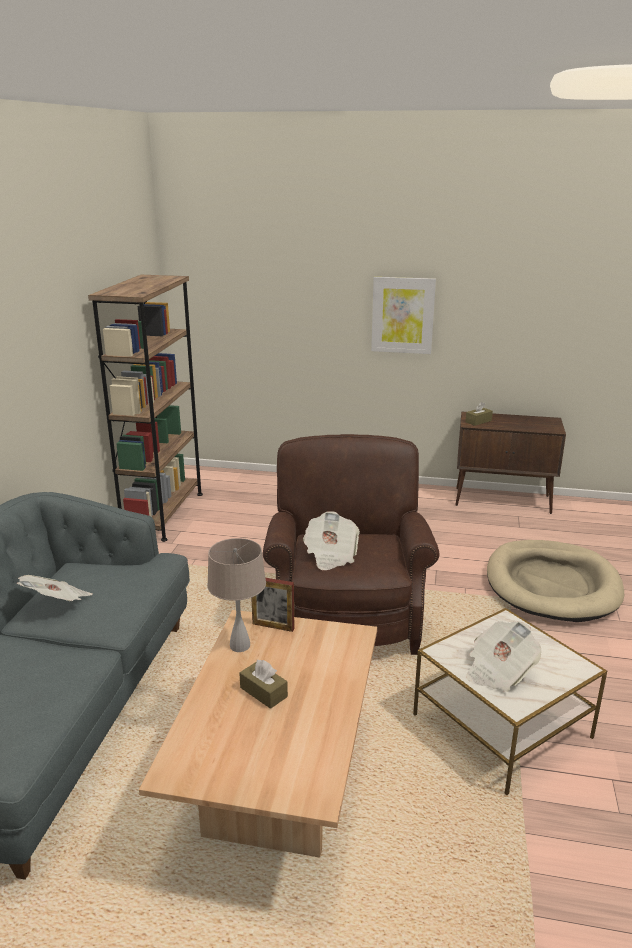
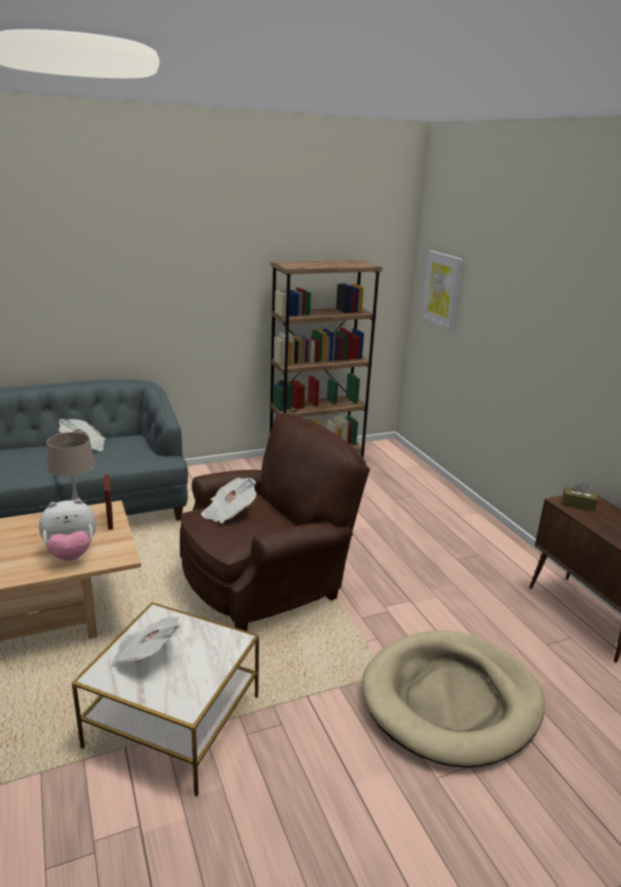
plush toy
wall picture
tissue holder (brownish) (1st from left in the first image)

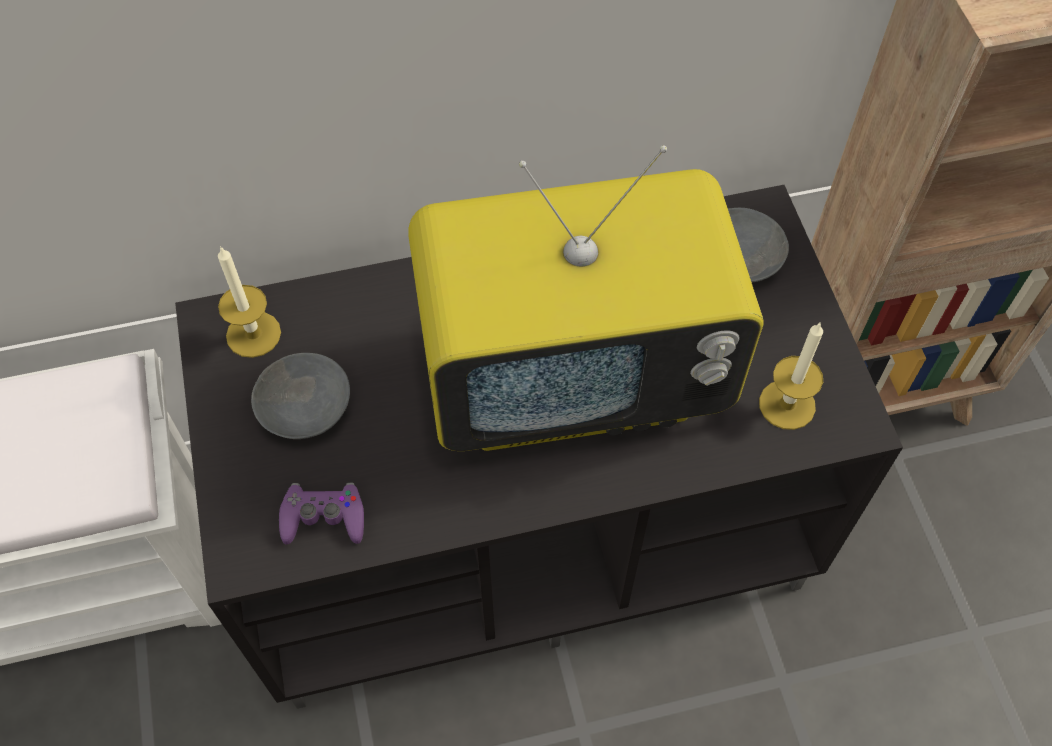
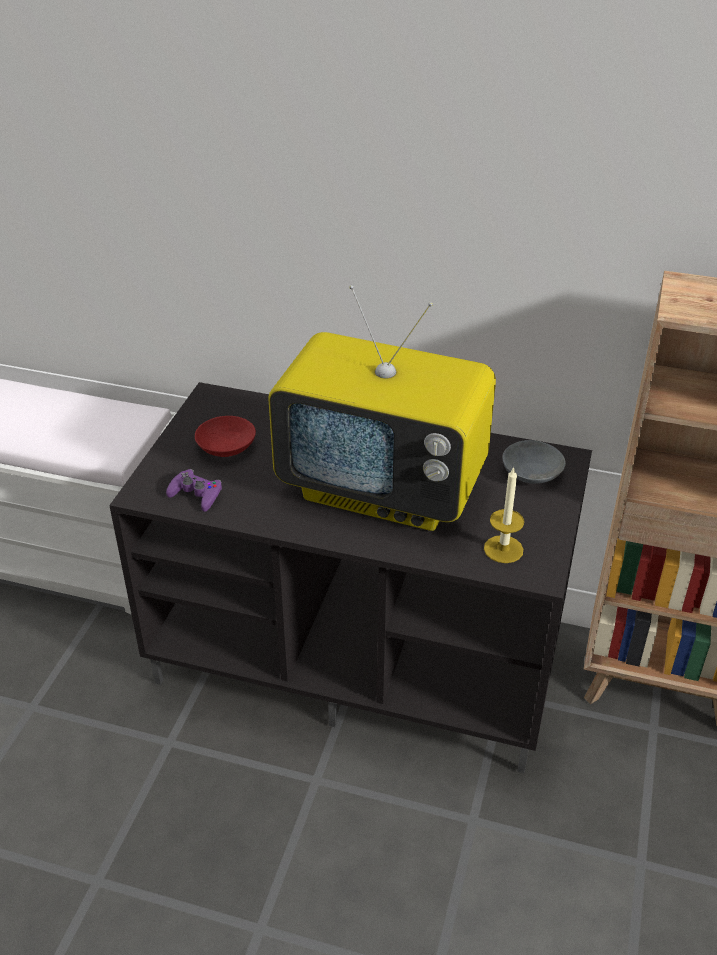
deep dish (reddish)
candle (1st from left in the first image)

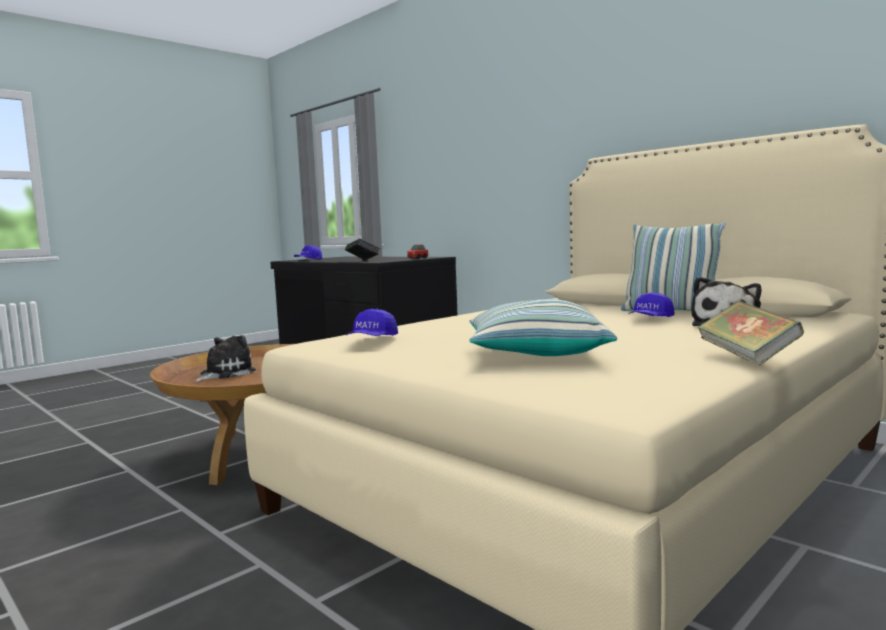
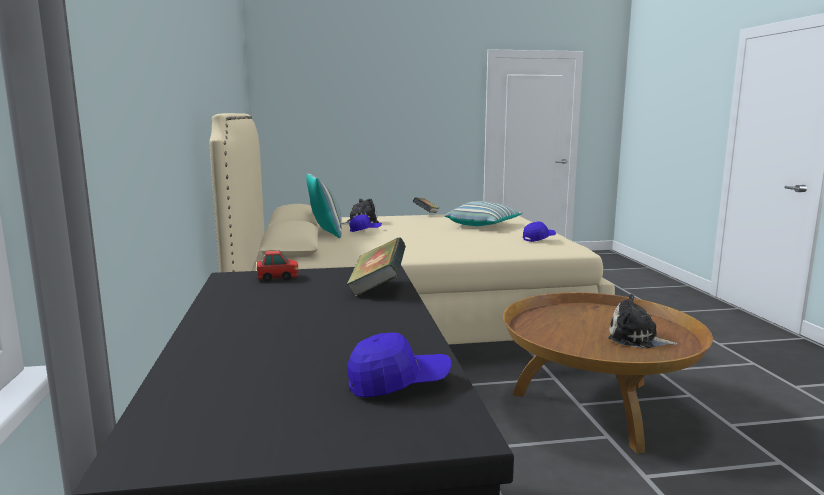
plush toy (2nd from left)

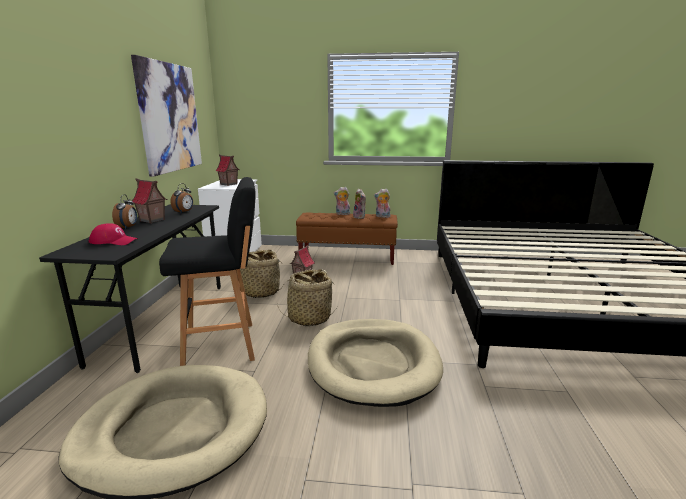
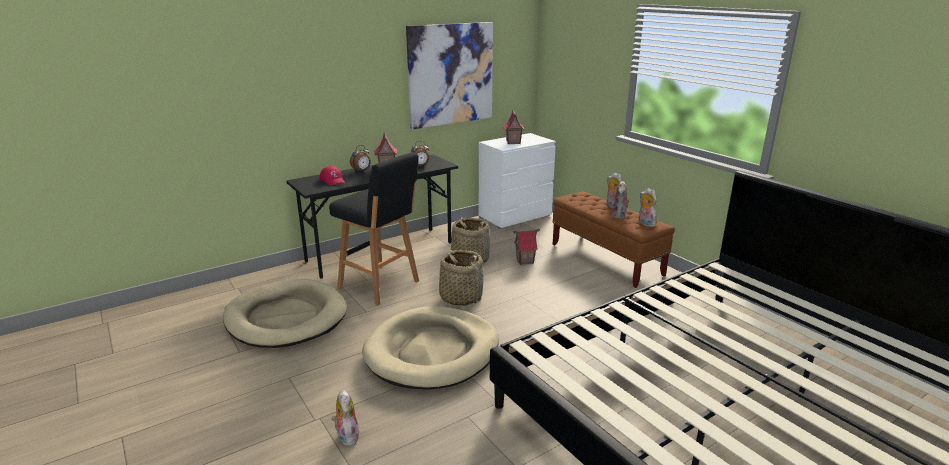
plush toy (1st from left)

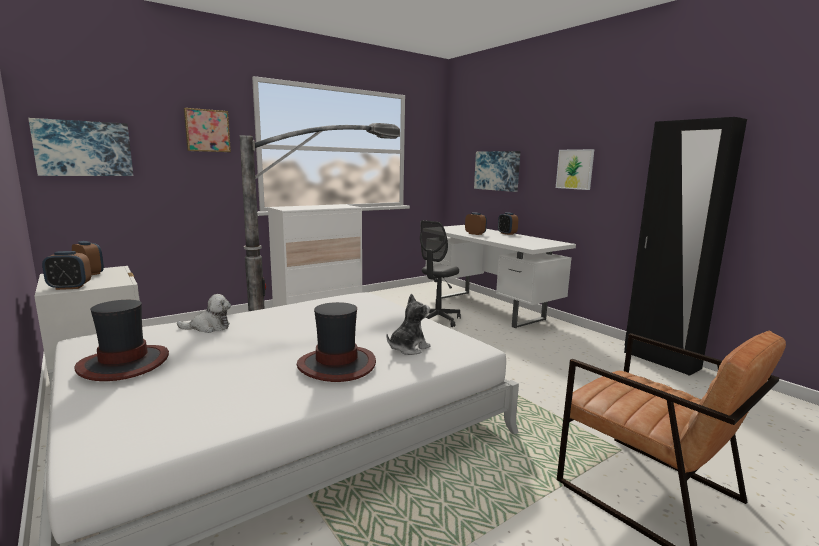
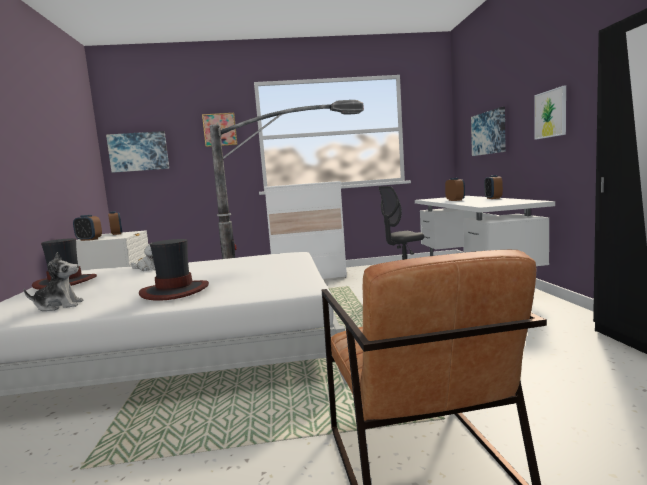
plush toy (1st from left)

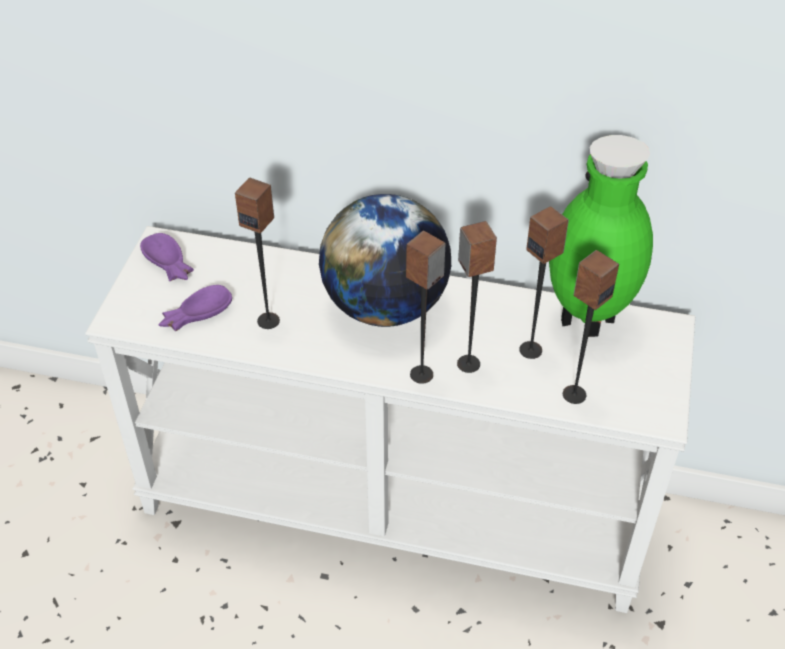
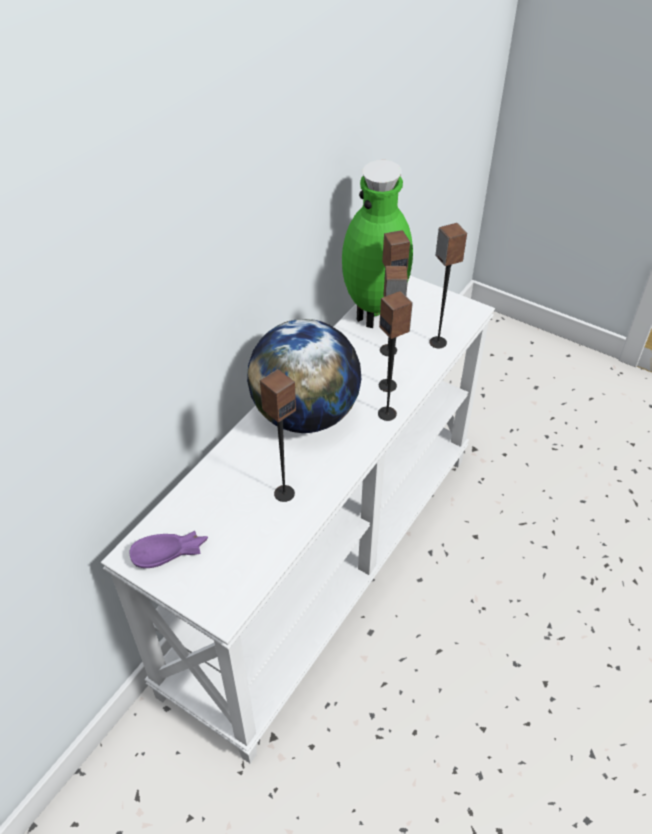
deep dish (purplish) (2nd from left in the first image)

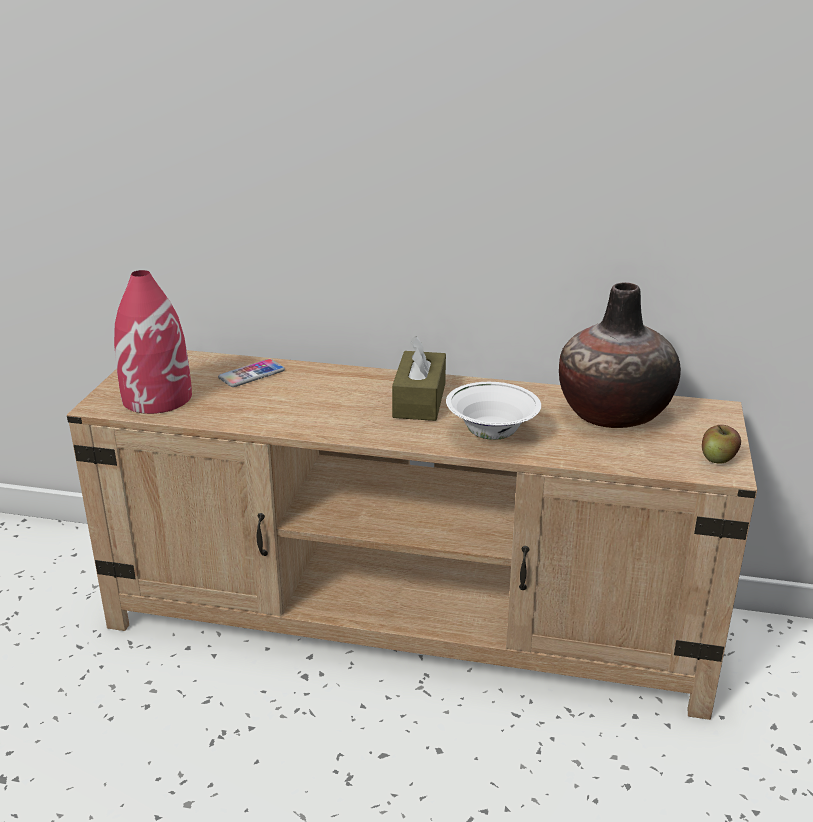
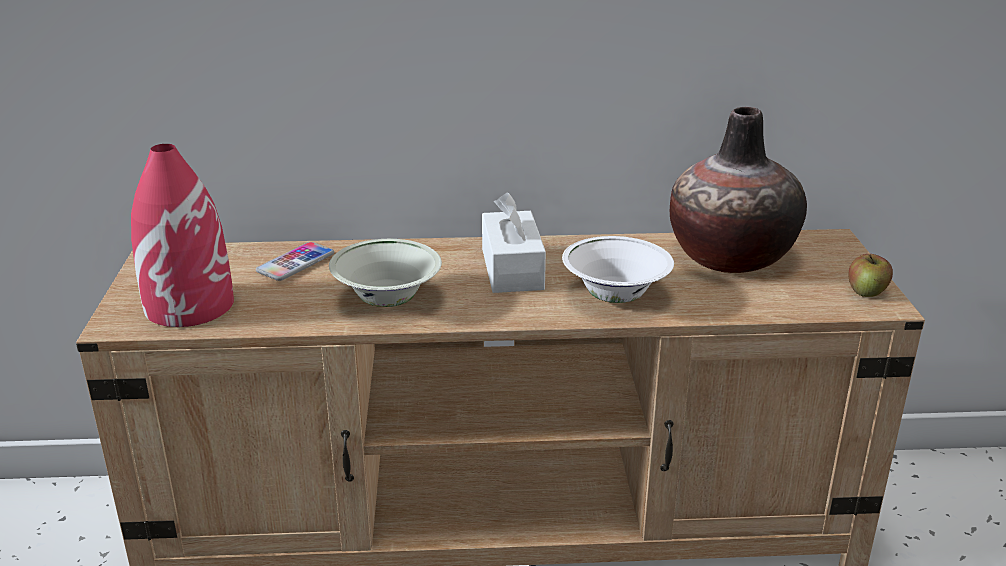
deep dish (white-coloured) (1st from left)
tissue holder (white-coloured)

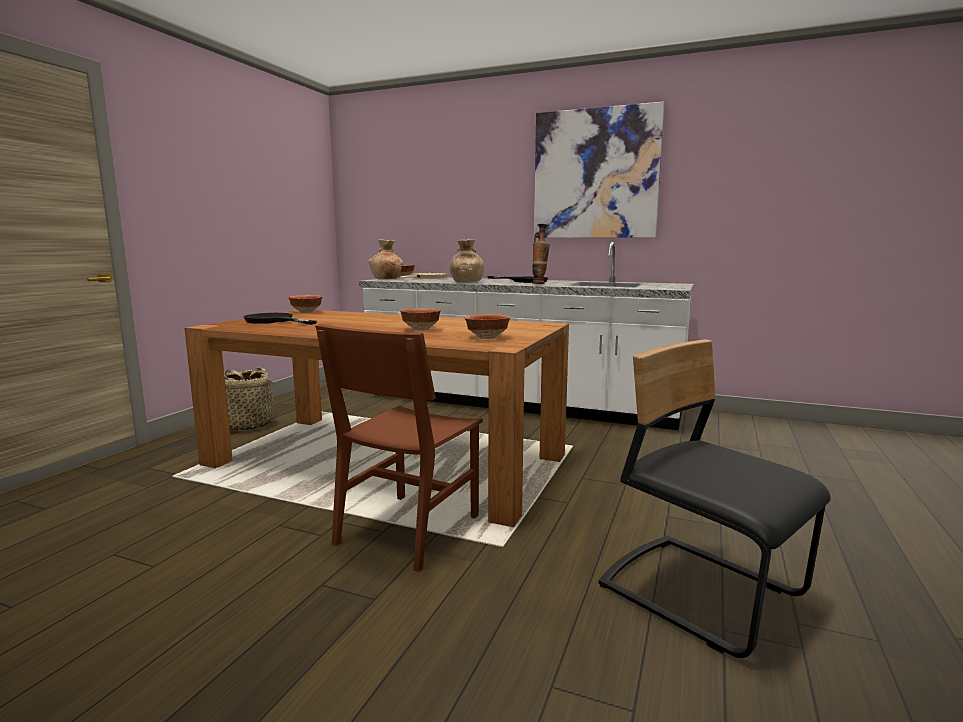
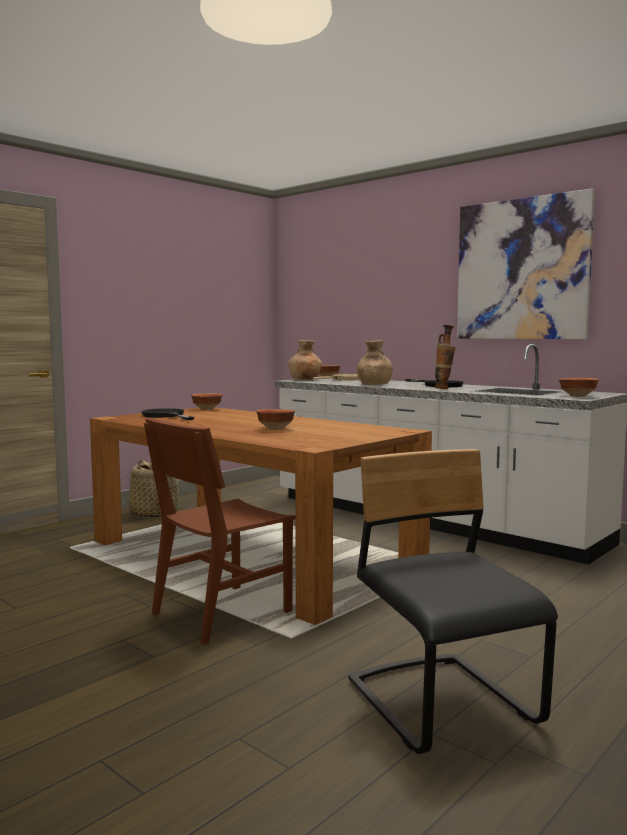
deep dish (4th from left)

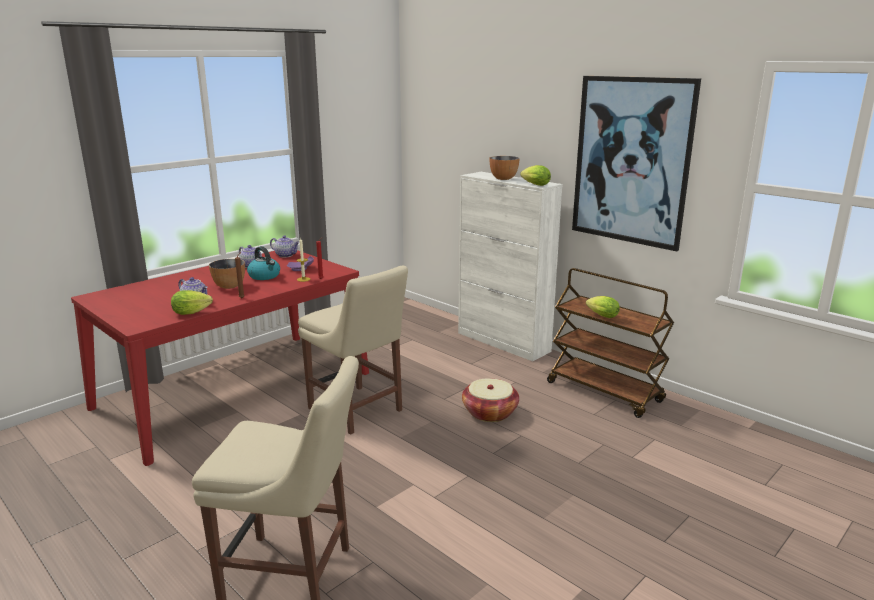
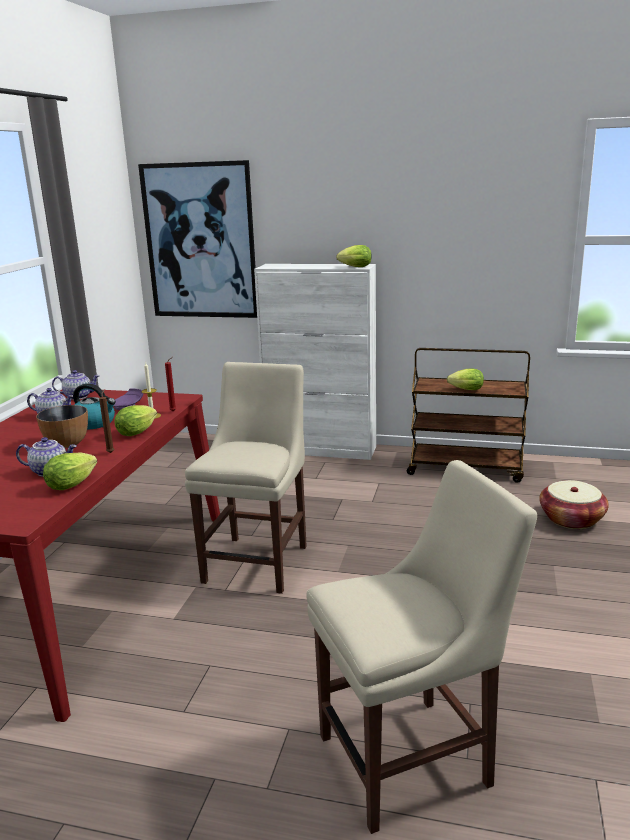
head of lettuce (2nd from left)
wall picture
chair (beige) (1st from left)
household basket
deep dish (2nd from left in the first image)

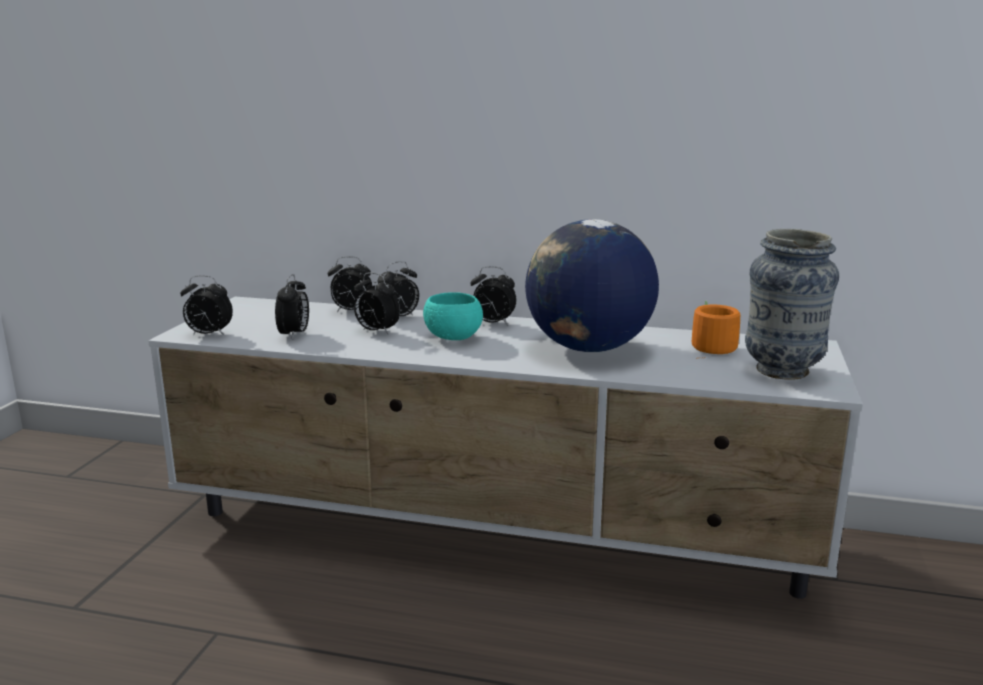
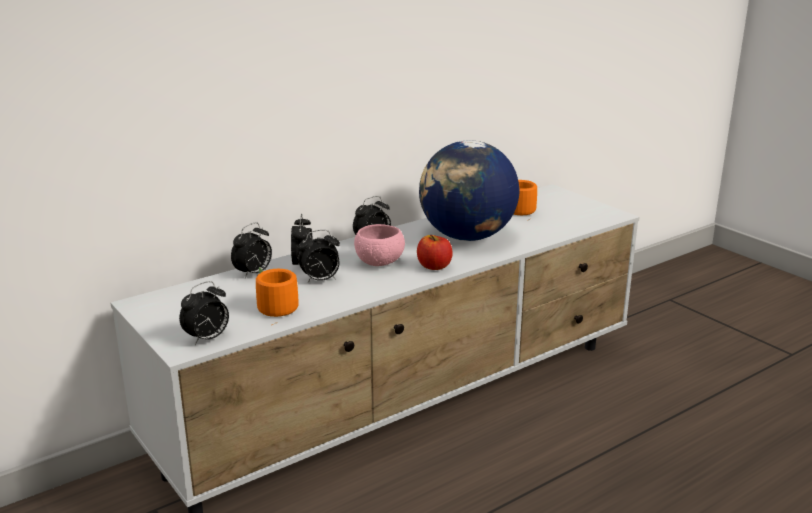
coffee mug (orange-coloured) (1st from left)
deep dish (pinkish)
apple fruit
vase

